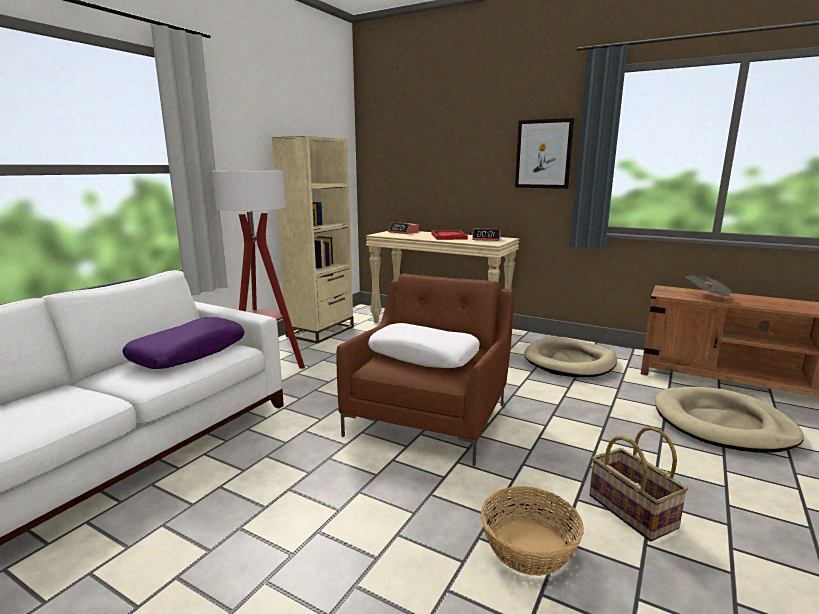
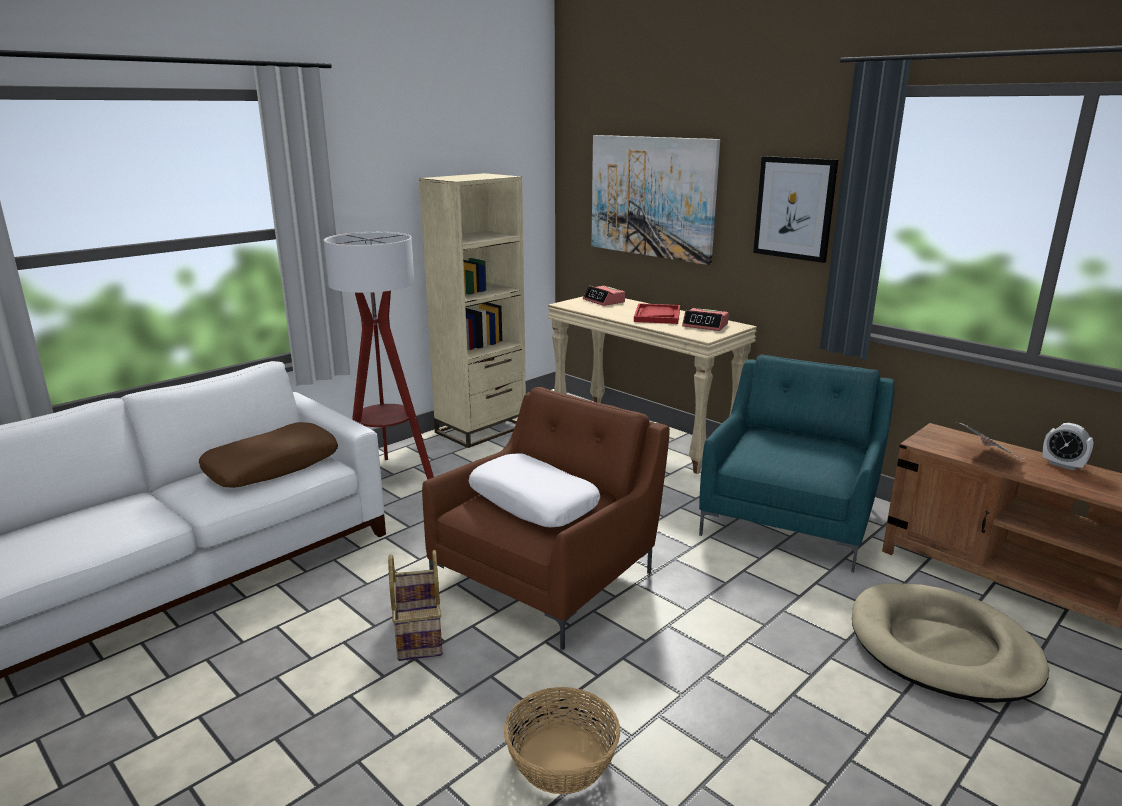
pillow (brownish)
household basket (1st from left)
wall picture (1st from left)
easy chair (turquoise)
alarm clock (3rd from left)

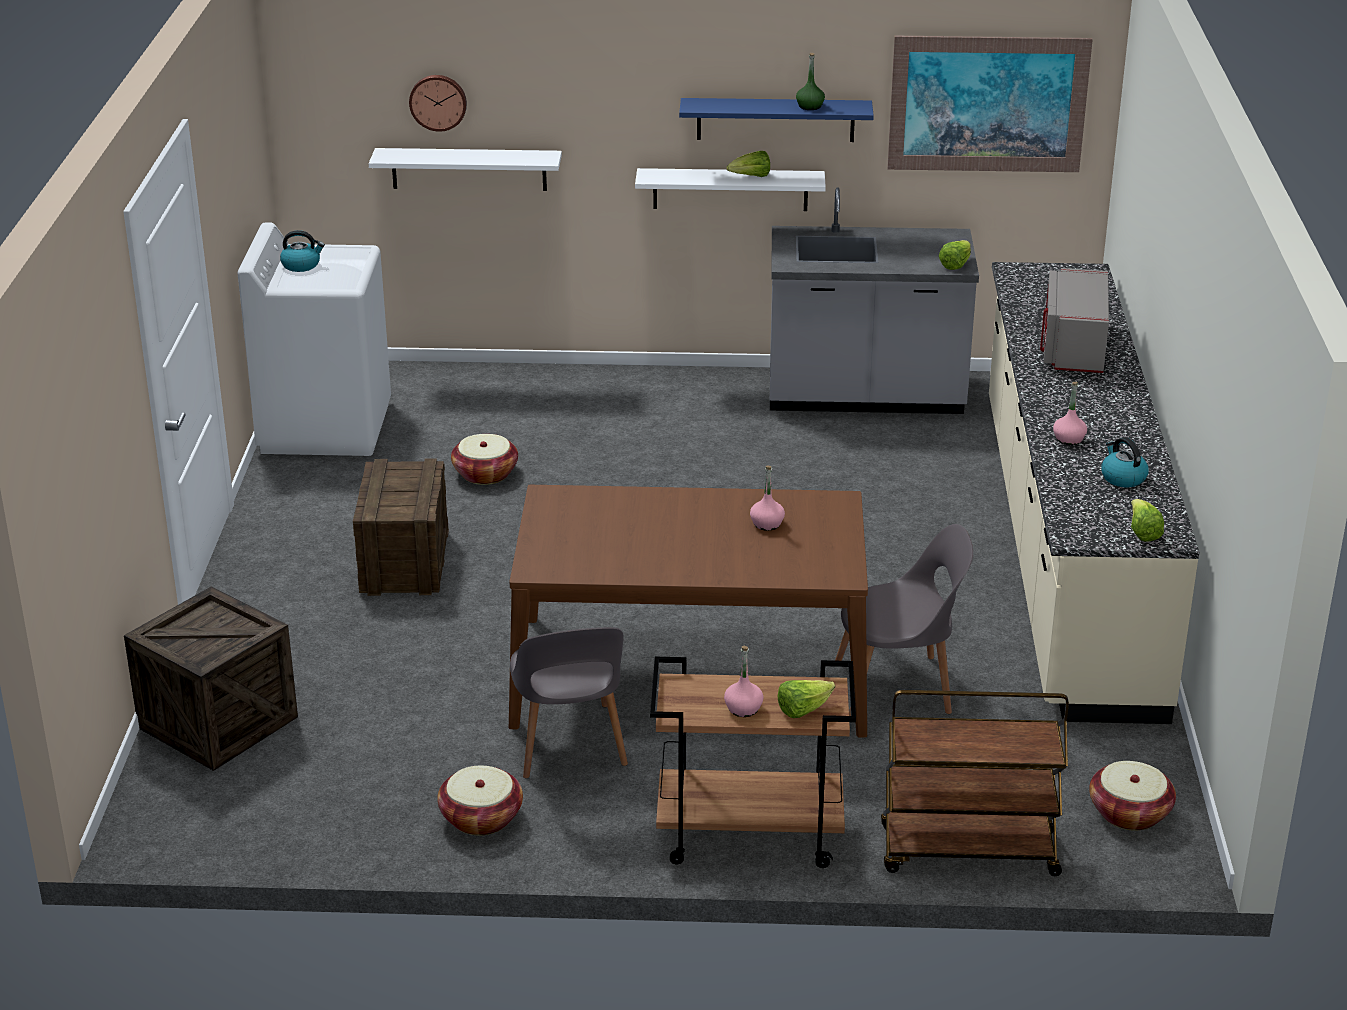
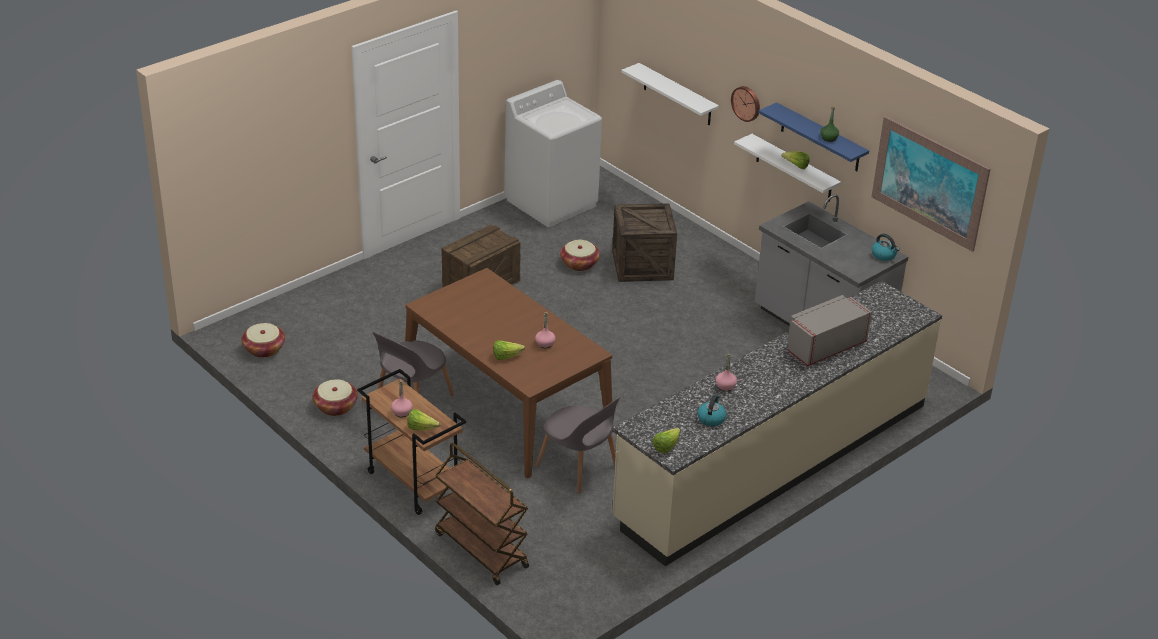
household basket (1st from left)
head of lettuce (2nd from left)
shipping crate (2nd from left)
clock on the wall
kettle (2nd from left)

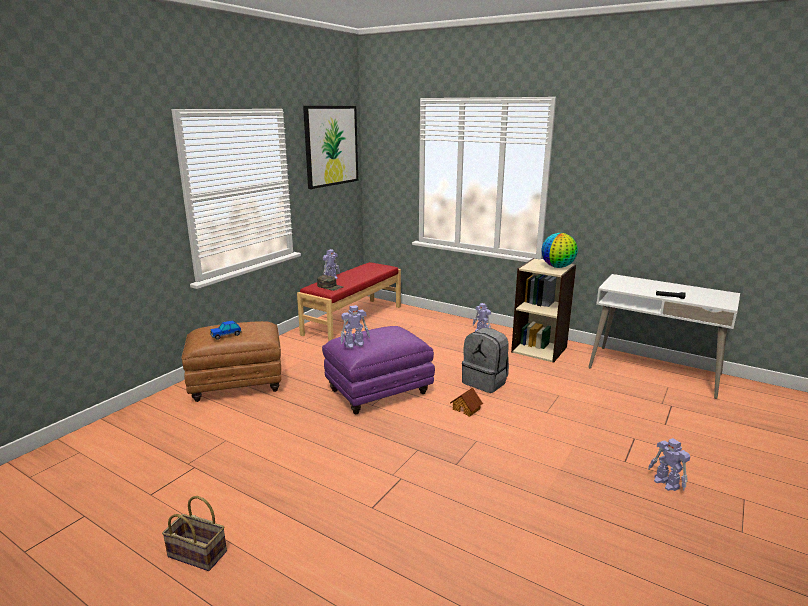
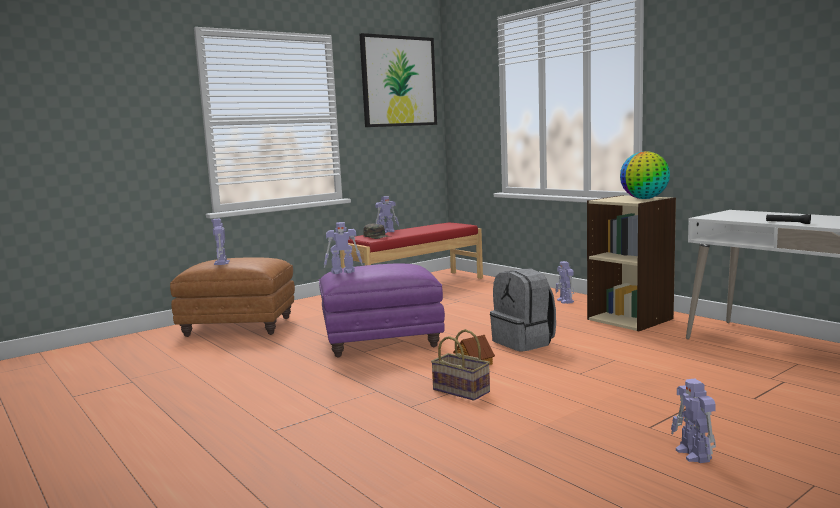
robot figure (1st from left)
household basket

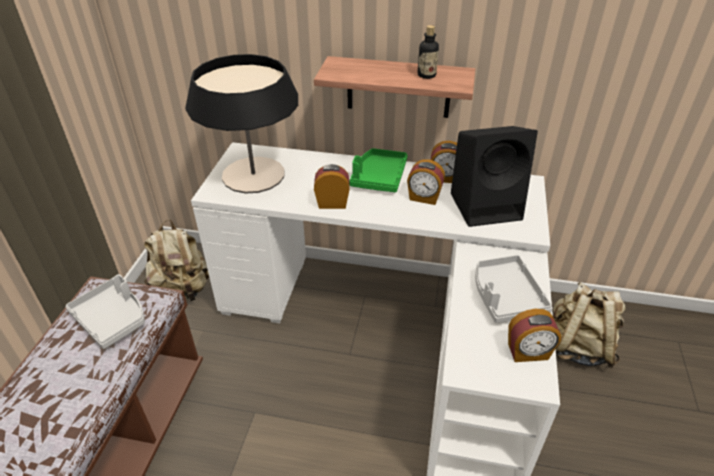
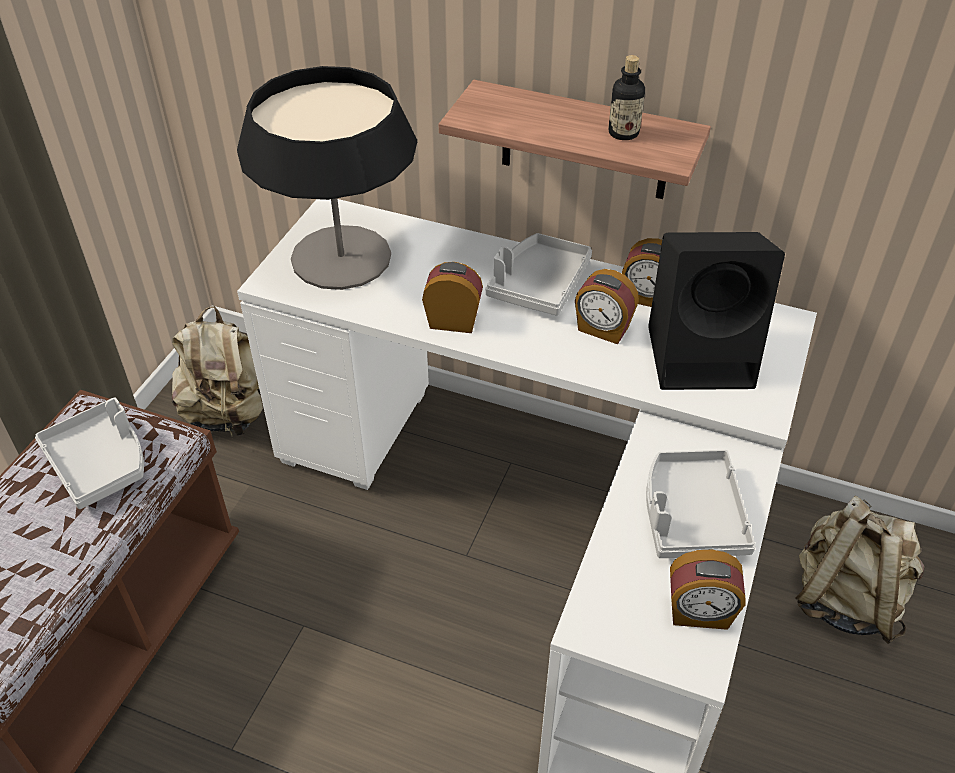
tray (gray) (2nd from left)

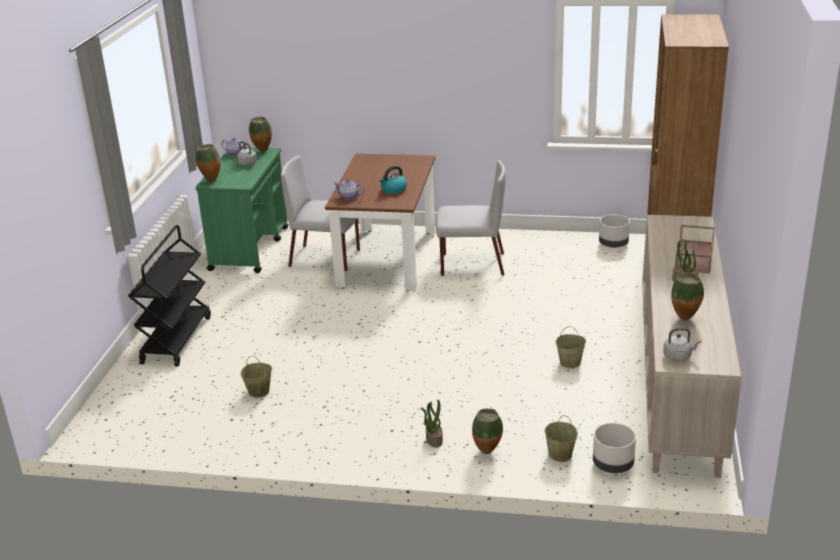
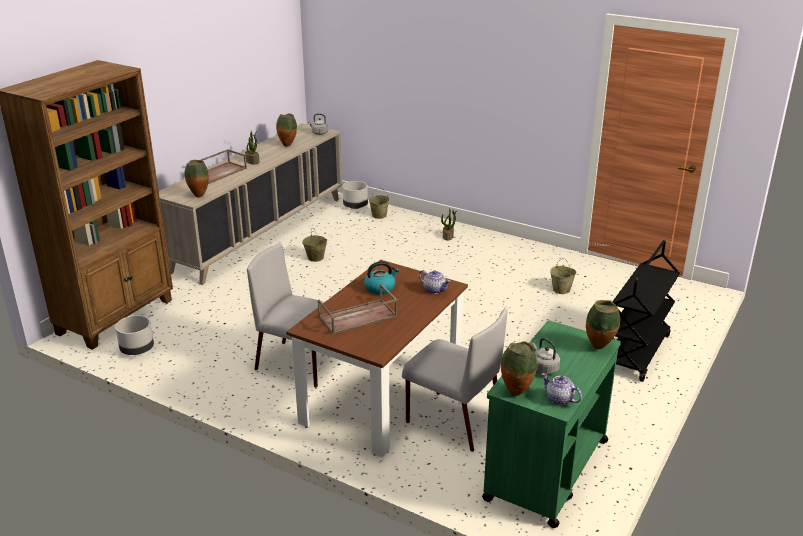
vase (1st from left)
tray (brownish) (2nd from left)

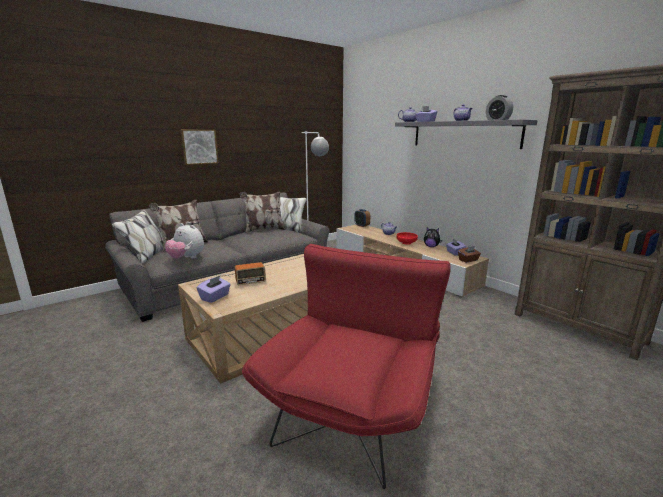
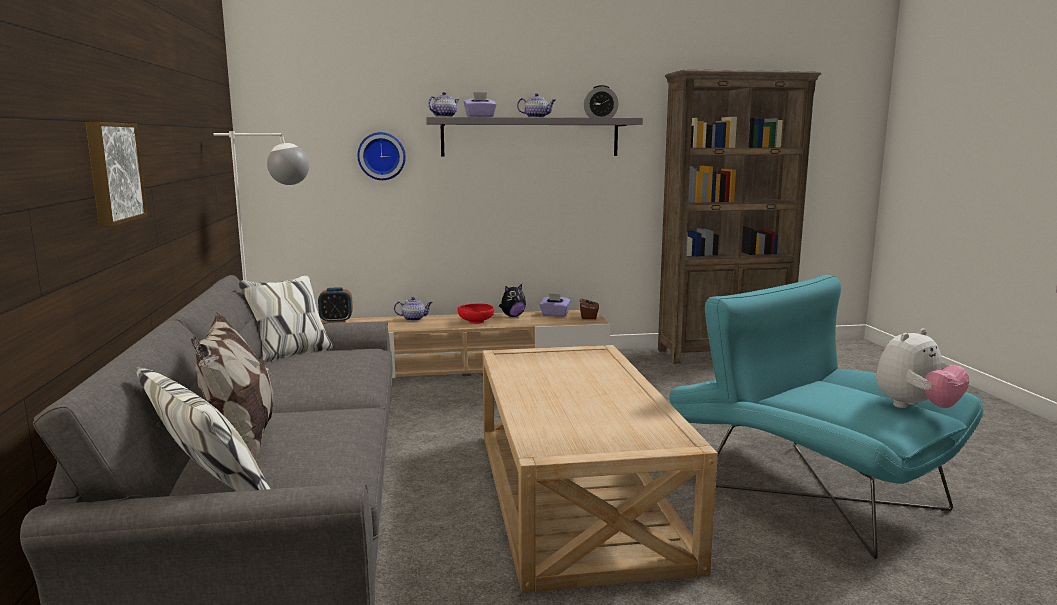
clock on the wall
easy chair (turquoise)
plush toy (2nd from left)
tissue holder (purplish) (1st from left in the first image)
radio receiver
pillow (2nd from left in the first image)

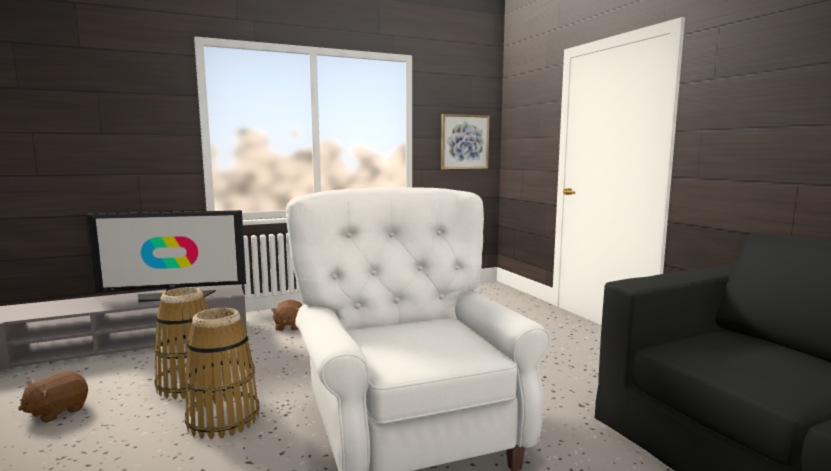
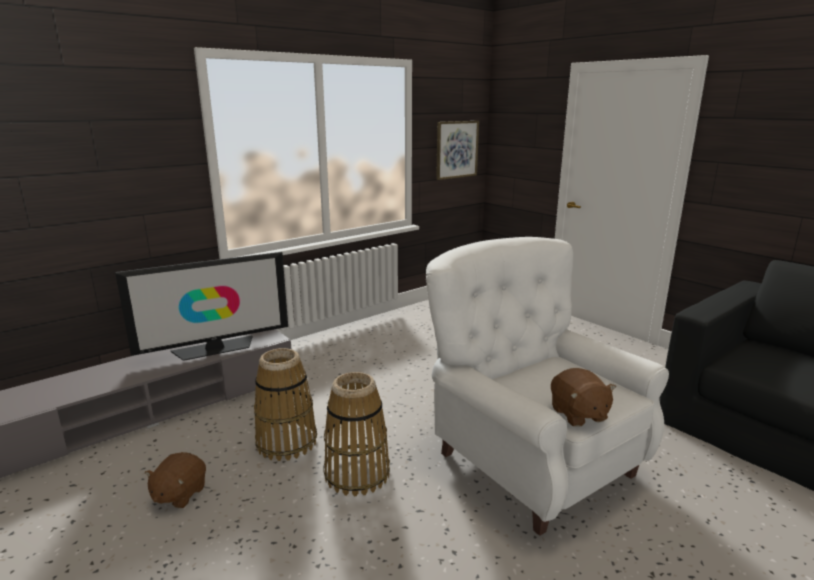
plush toy (brownish) (2nd from left)

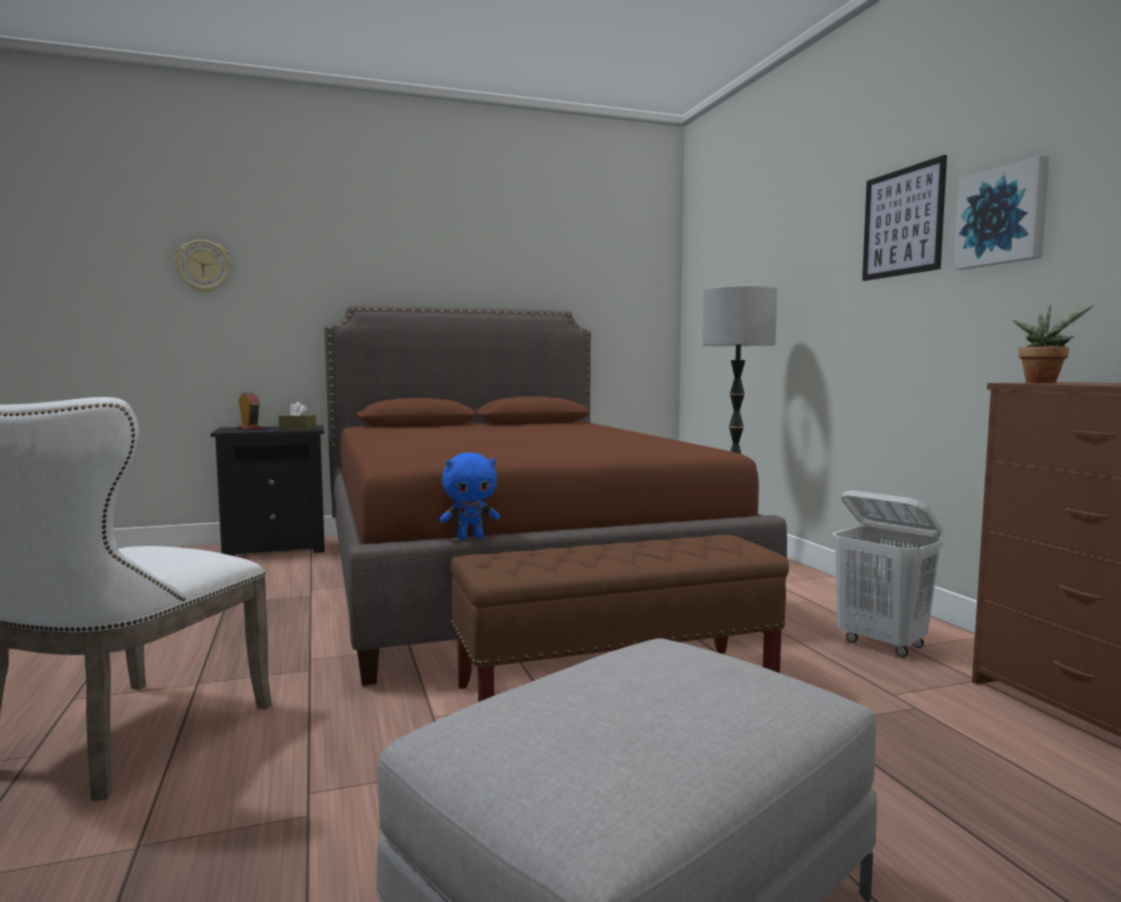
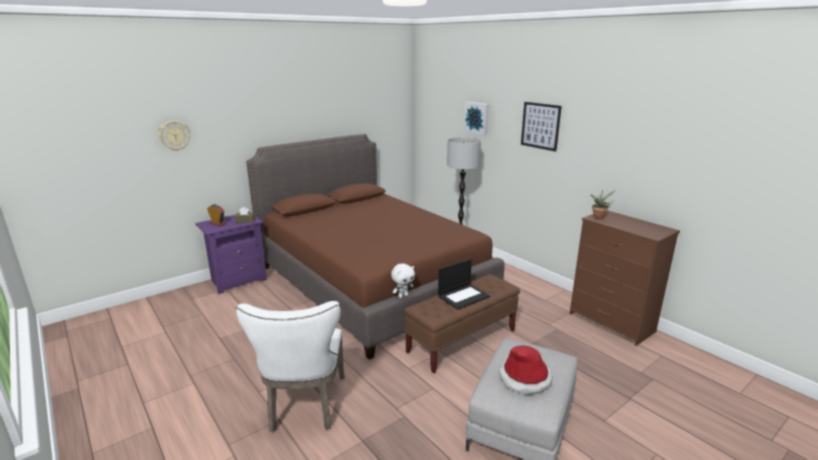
bedside table (purplish)
plush toy (white-coloured)
portable computer
wall picture (1st from left)
hat
laundry basket (white-coloured)

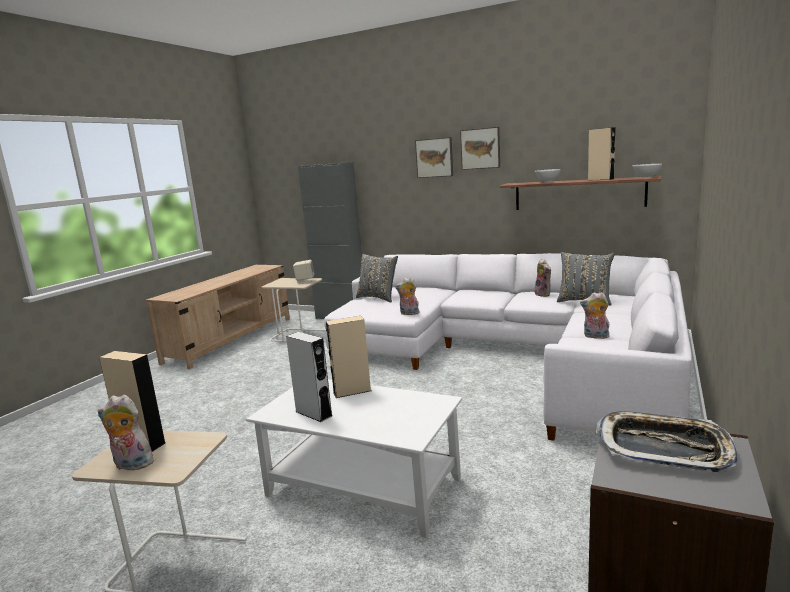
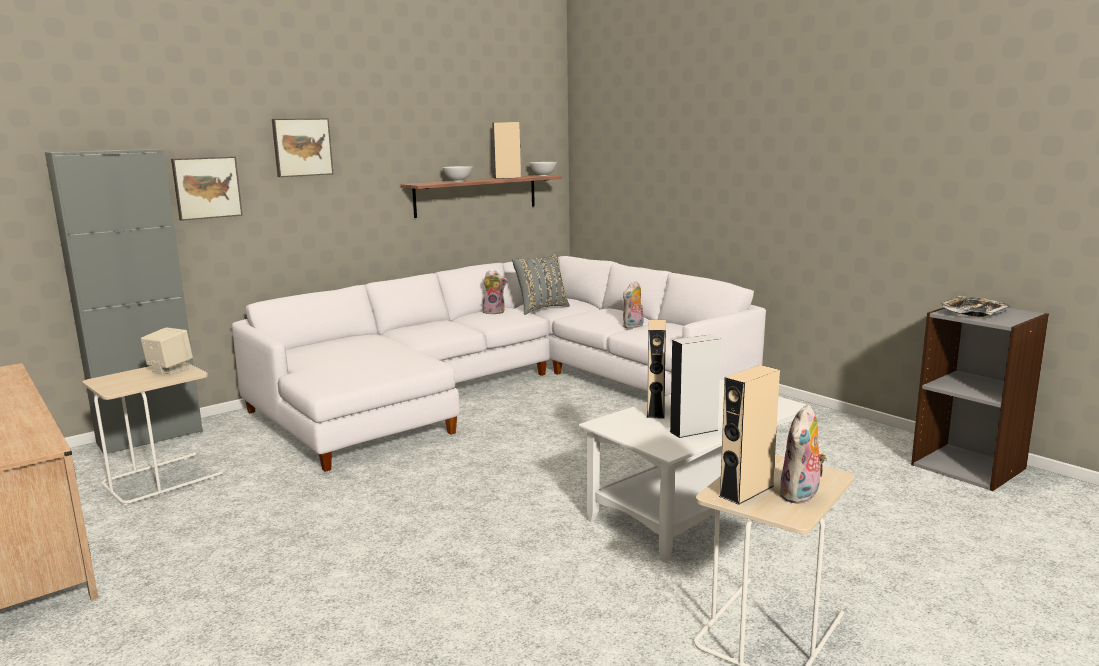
wall picture (1st from left)
pillow (gray) (1st from left in the first image)
plush toy (2nd from left in the first image)

